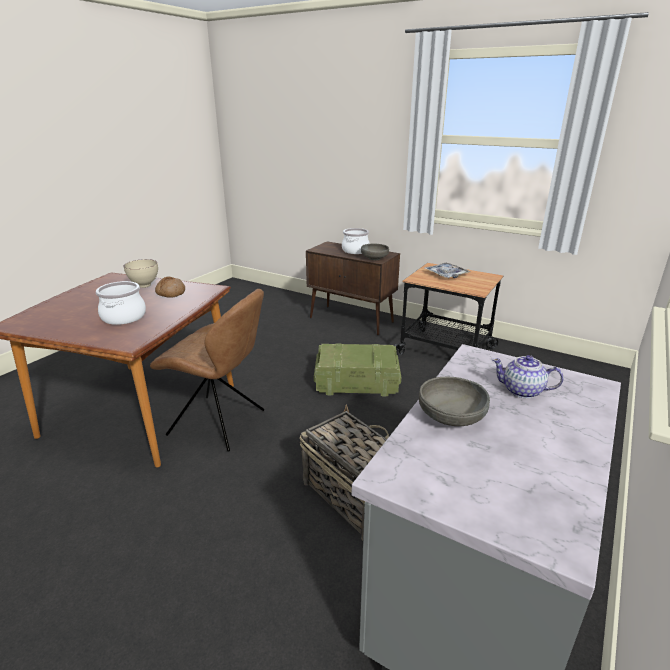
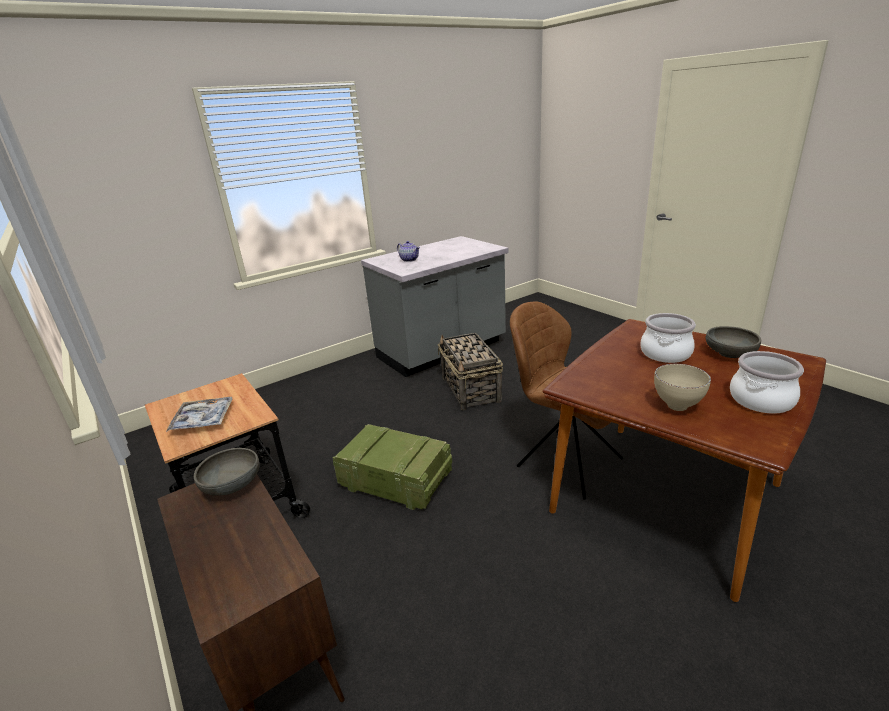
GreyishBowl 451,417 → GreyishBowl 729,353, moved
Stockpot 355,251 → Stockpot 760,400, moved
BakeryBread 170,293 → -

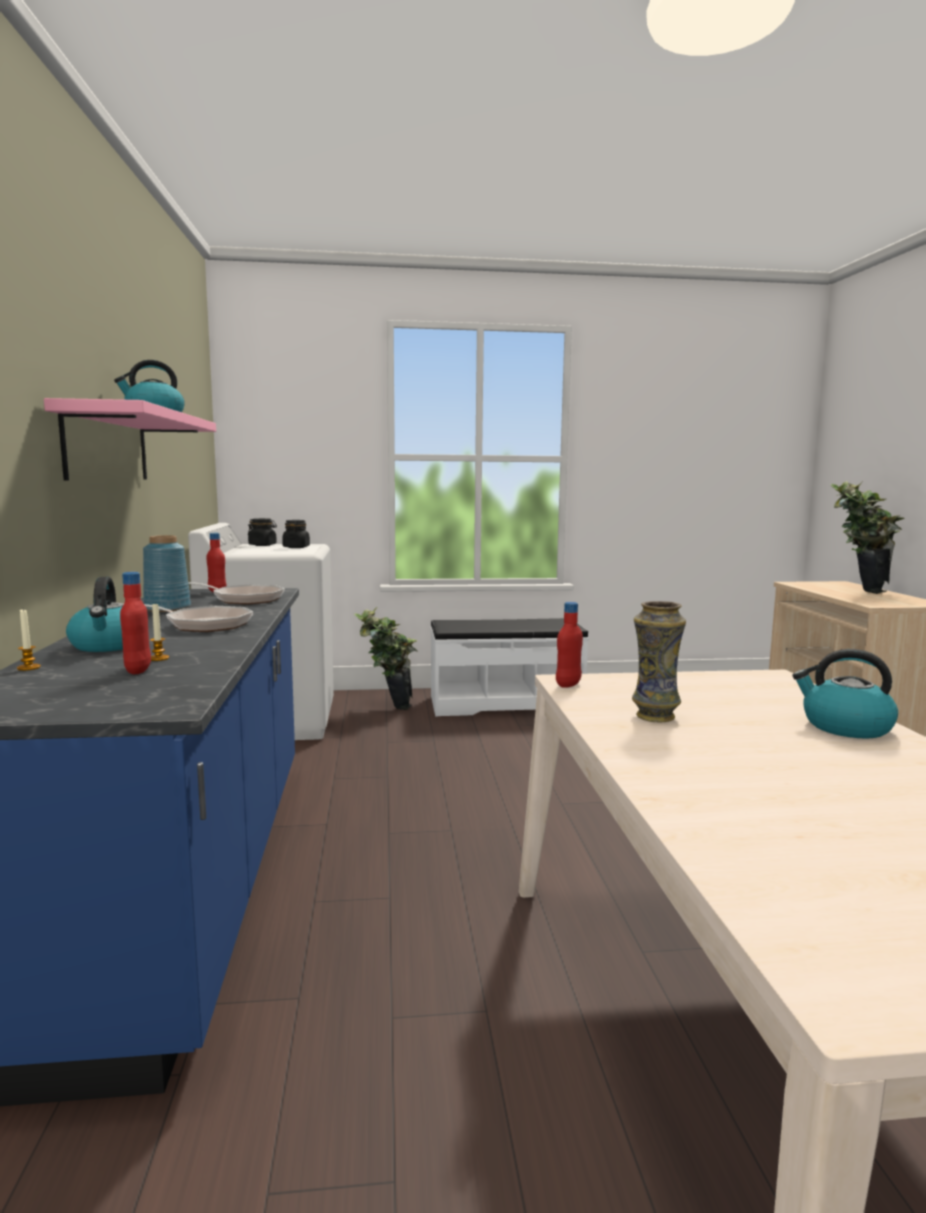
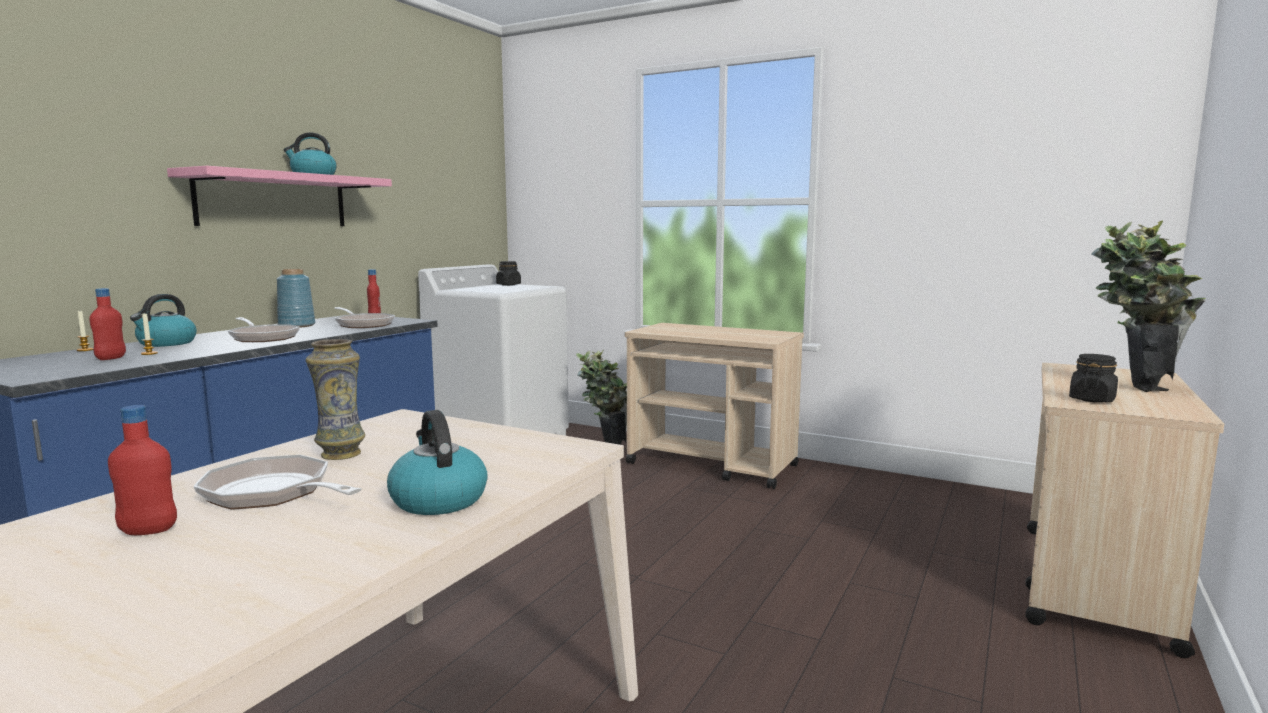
RedColouredBeverageBottle 568,684 → RedColouredBeverageBottle 148,531, moved
- → FryingPan 273,493
WhiteLongSeat 505,703 → BeigeTrolley 713,465
BlackColouredJar 296,547 → BlackColouredJar 1092,399, moved

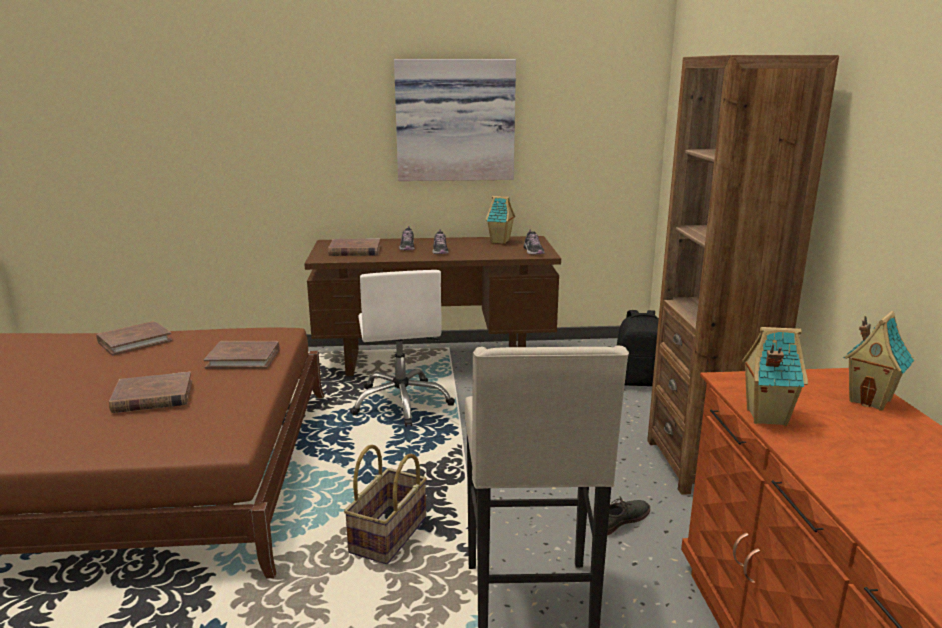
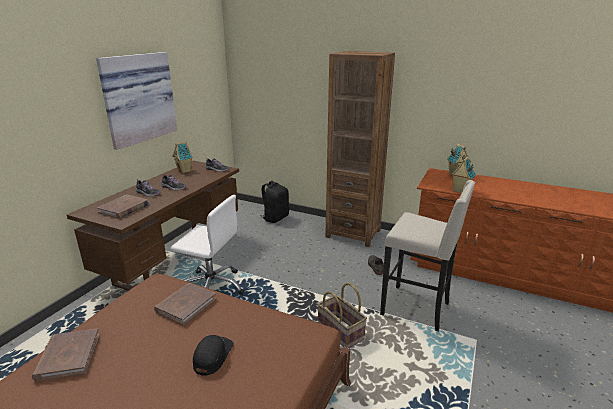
BrownColouredVolume 153,397 → BlackColouredBaseballCap 213,356

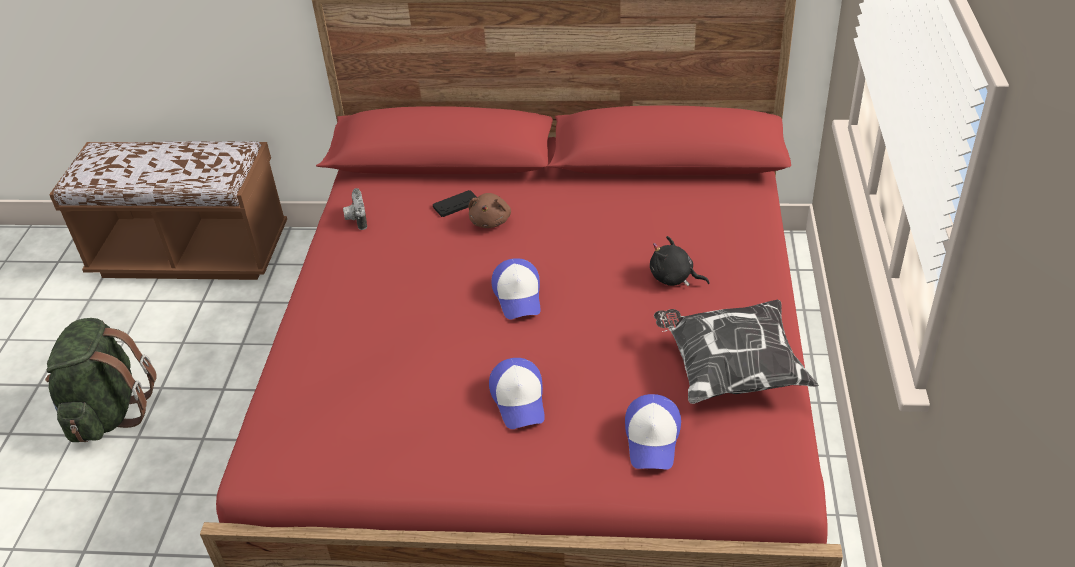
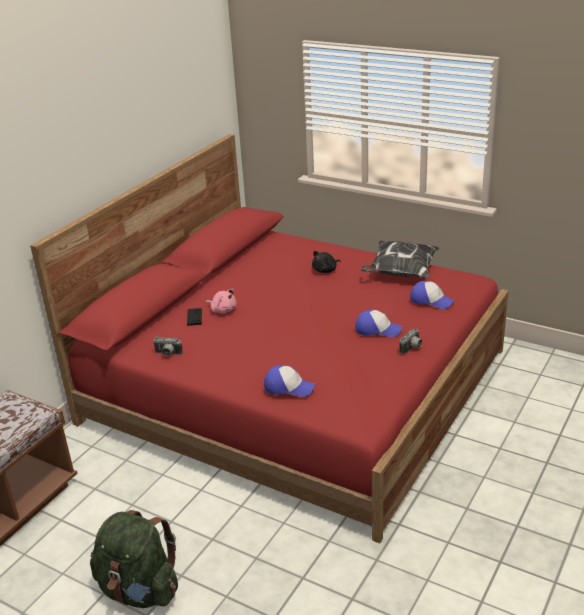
BrownColouredCuddlyToy 491,221 → PinkishCuddlyToy 223,310
BaseballCap 518,296 → BaseballCap 288,387, moved
- → PhotoCamera 412,348

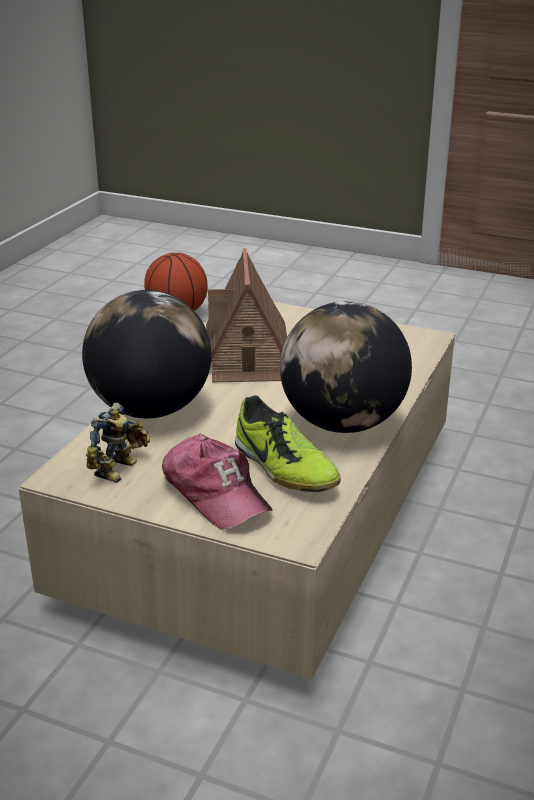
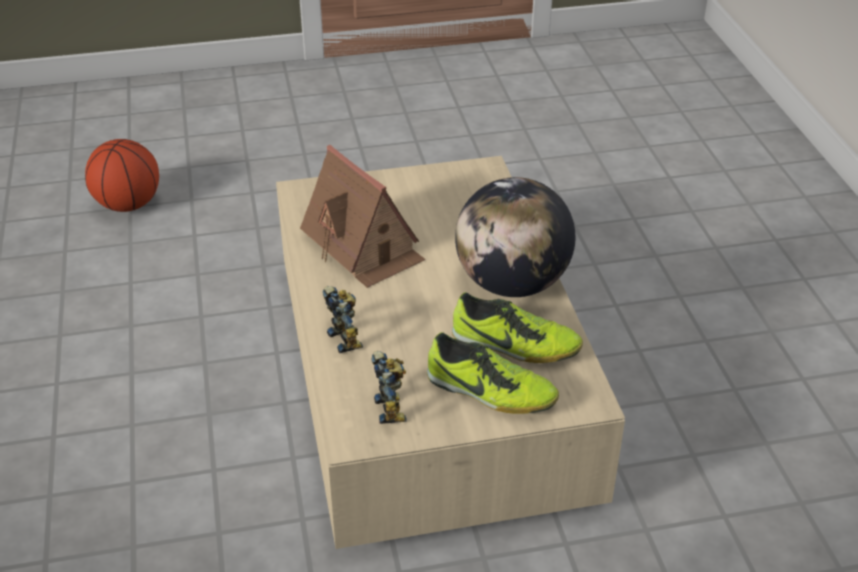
Globe 150,409 → RobotFigure 347,338
BaseballCap 215,492 → LowShoe 490,392

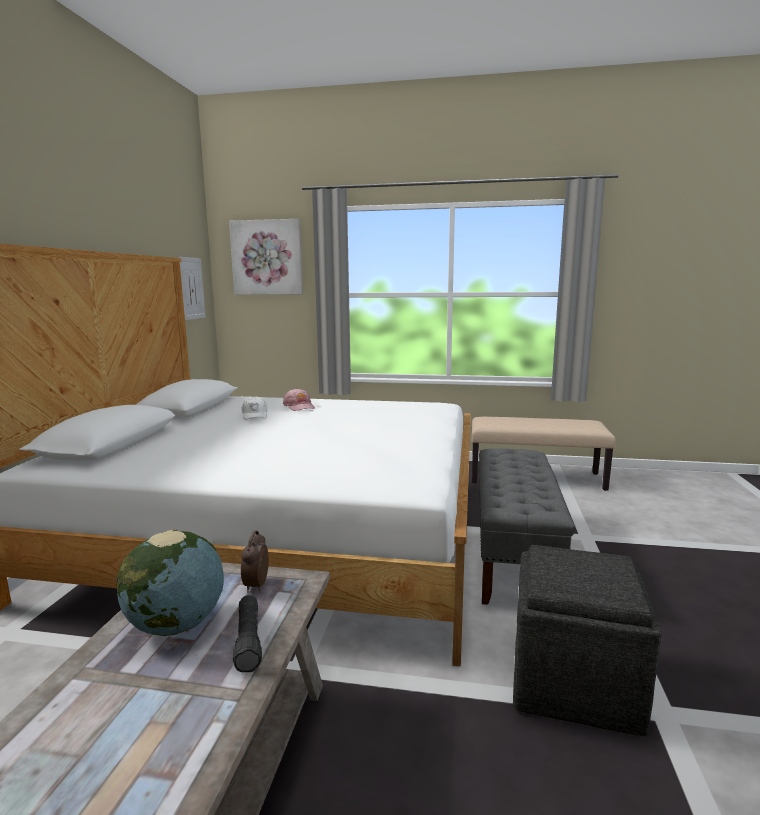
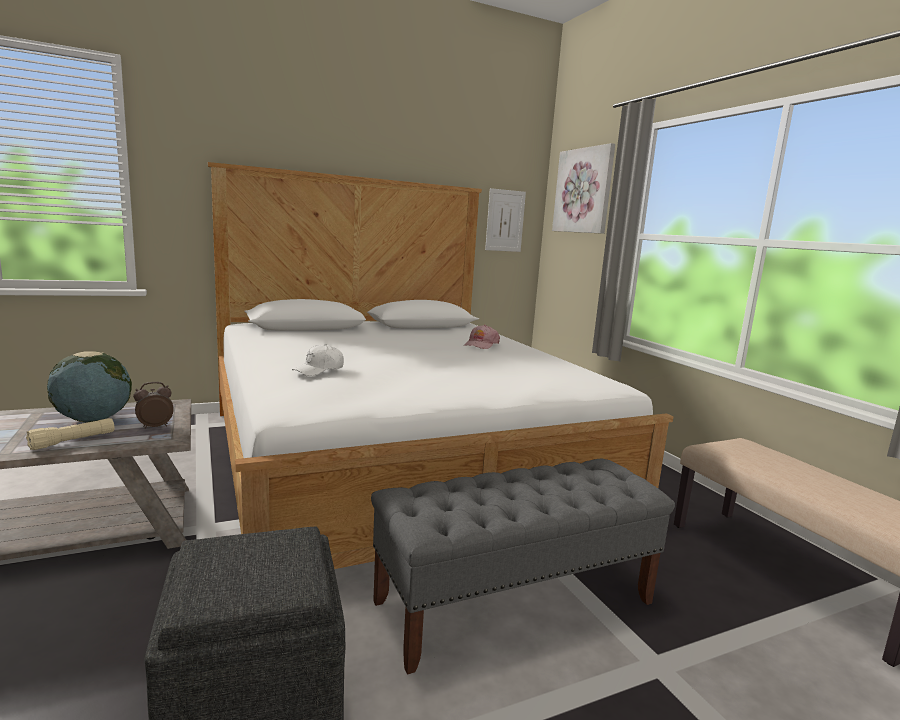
BlackColouredHandTorch 248,641 → BeigeHandTorch 73,441
WhiteBaseballCap 255,415 → WhiteBaseballCap 319,370, moved

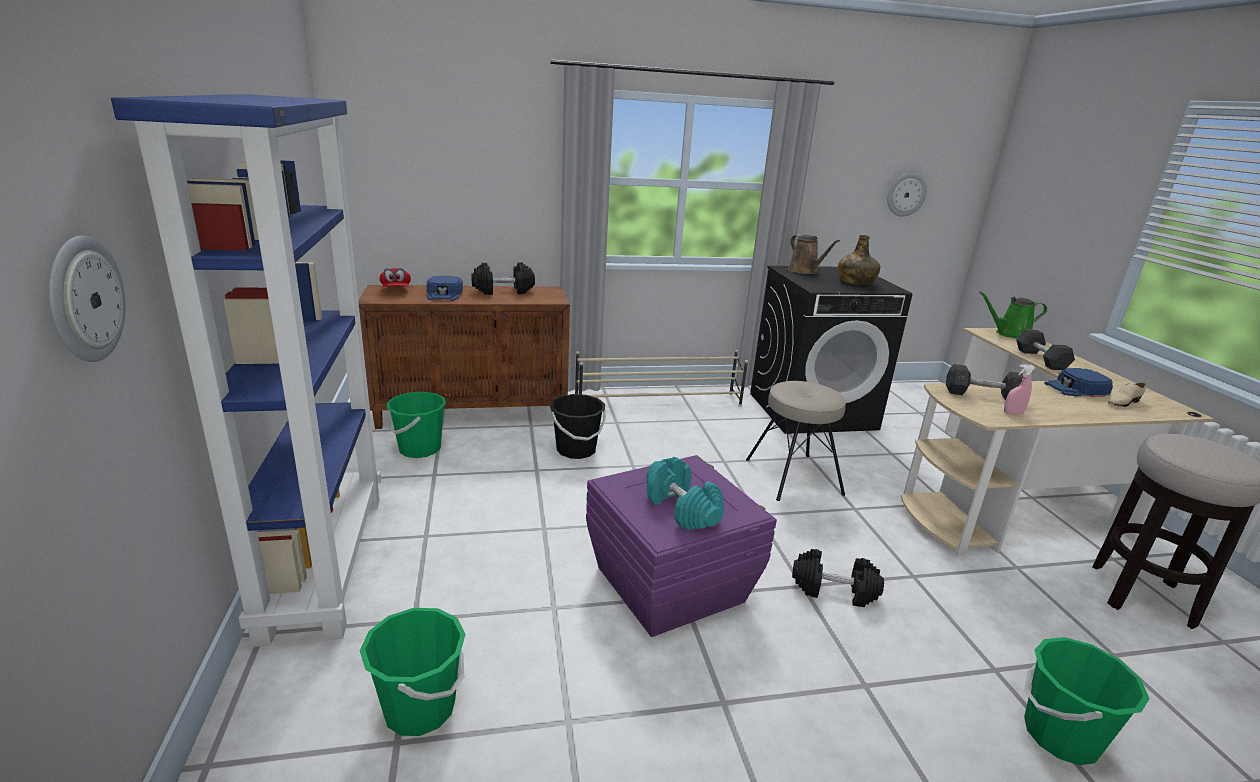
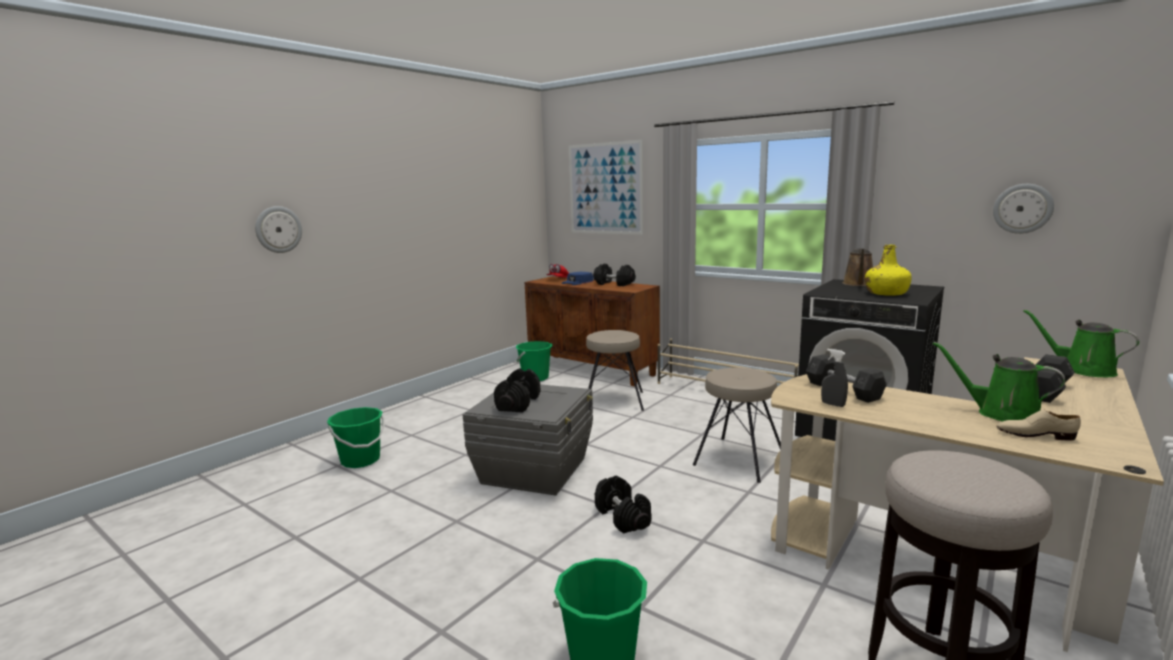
PurpleStorageContainer 670,583 → GreyishStorageContainer 535,470
TurquoiseDumbbell 681,509 → BlackColouredDumbbell 518,403
- → WallArt 605,188
BlackColouredBucket 576,450 → BeigeStool 614,400
PinkishSprayBottle 1013,413 → GreyishSprayBottle 833,404
GreenBeverageBottle 855,282 → YellowBeverageBottle 886,293
BlueBaseballCap 1076,389 → GreenWateringPot 1001,414
BlueShelvingUnit 323,561 → -

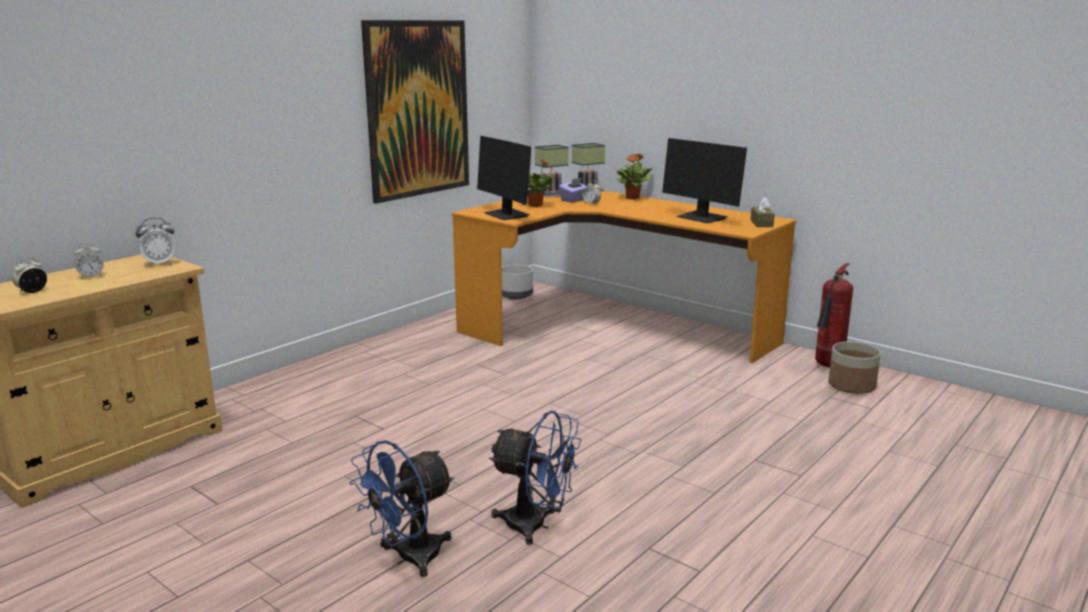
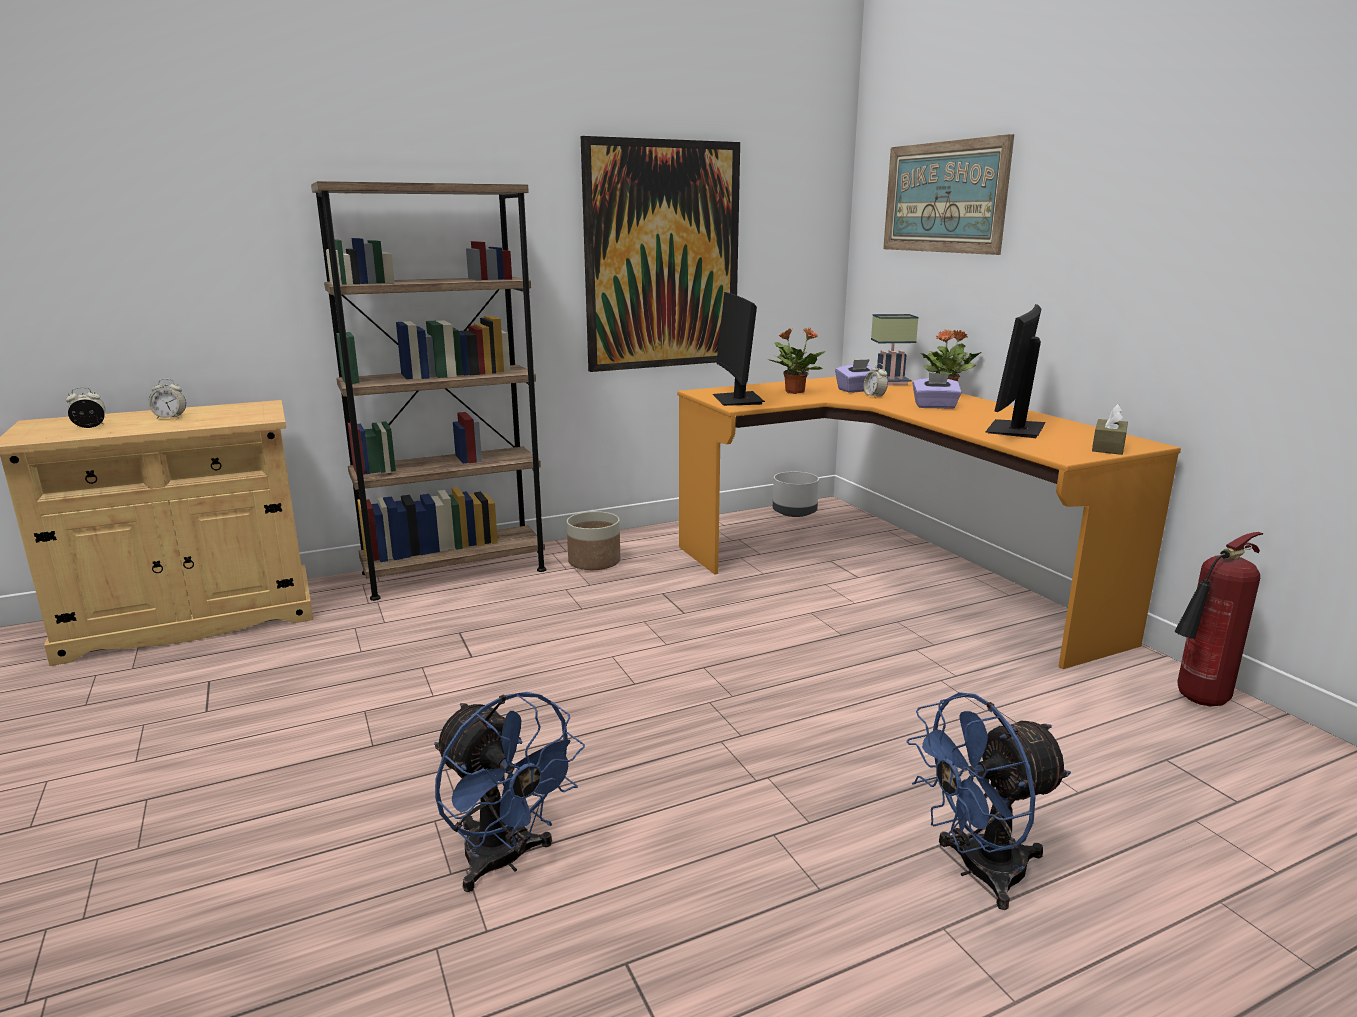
- → BrownColouredShelvingUnit 454,571
PlantPot 851,386 → PlantPot 594,562, moved
- → WallArt 943,197
BlueElectricFan 409,559 → BlueElectricFan 977,871, moved
- → PurpleBoxOfTissues 935,406
Monitor 702,218 → Monitor 1015,429, 45 degrees clockwise
TableClock 159,263 → -
LampForATable 551,195 → -

